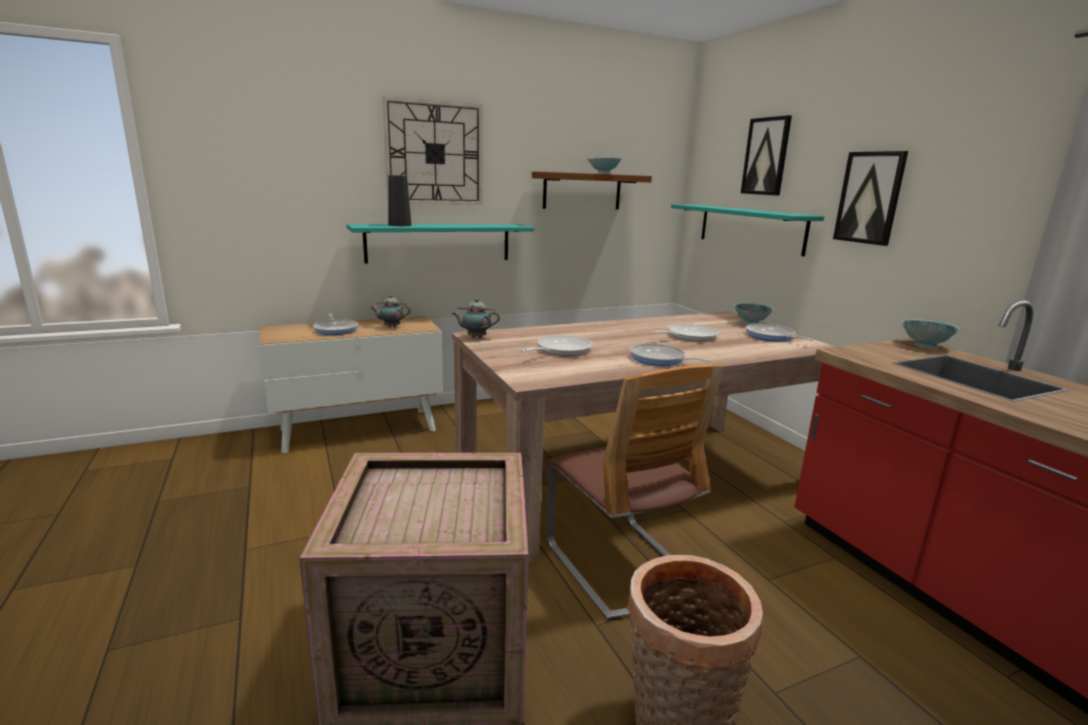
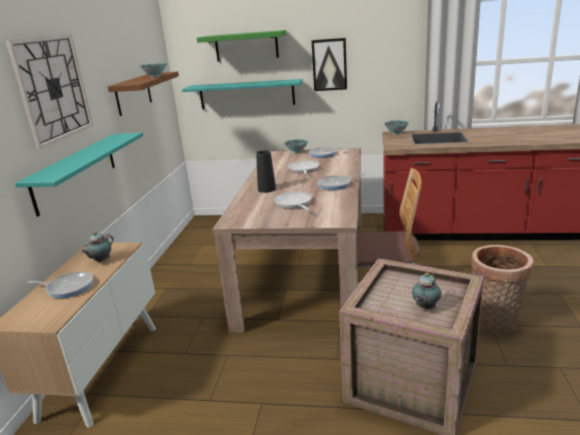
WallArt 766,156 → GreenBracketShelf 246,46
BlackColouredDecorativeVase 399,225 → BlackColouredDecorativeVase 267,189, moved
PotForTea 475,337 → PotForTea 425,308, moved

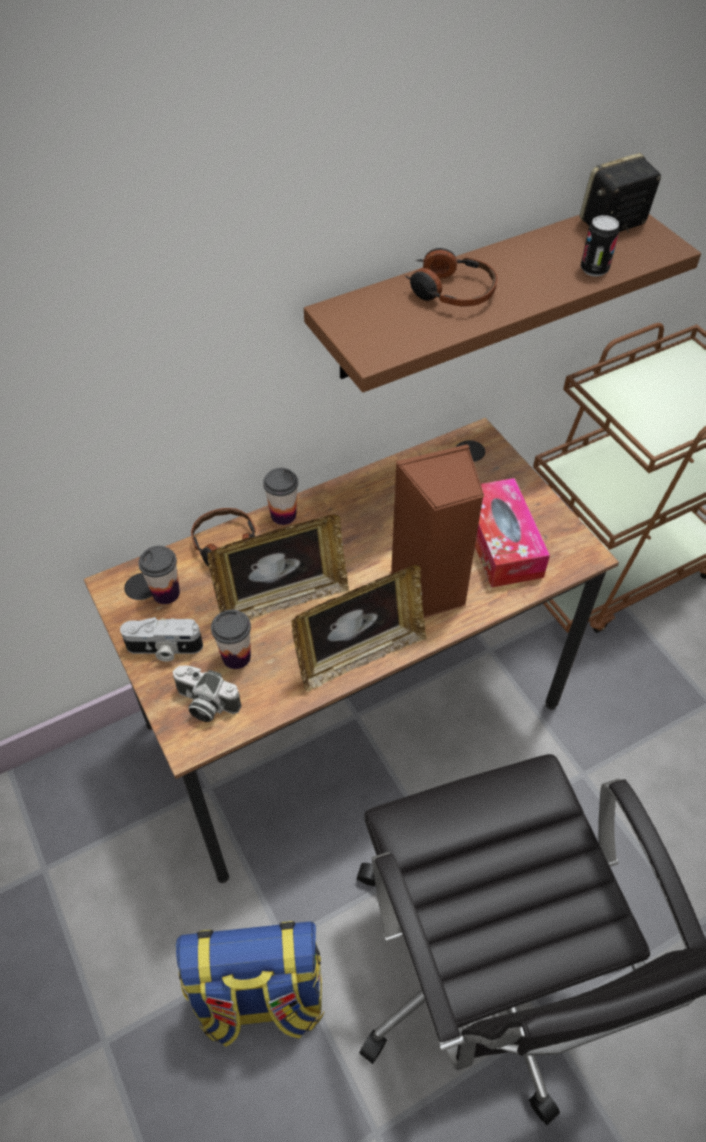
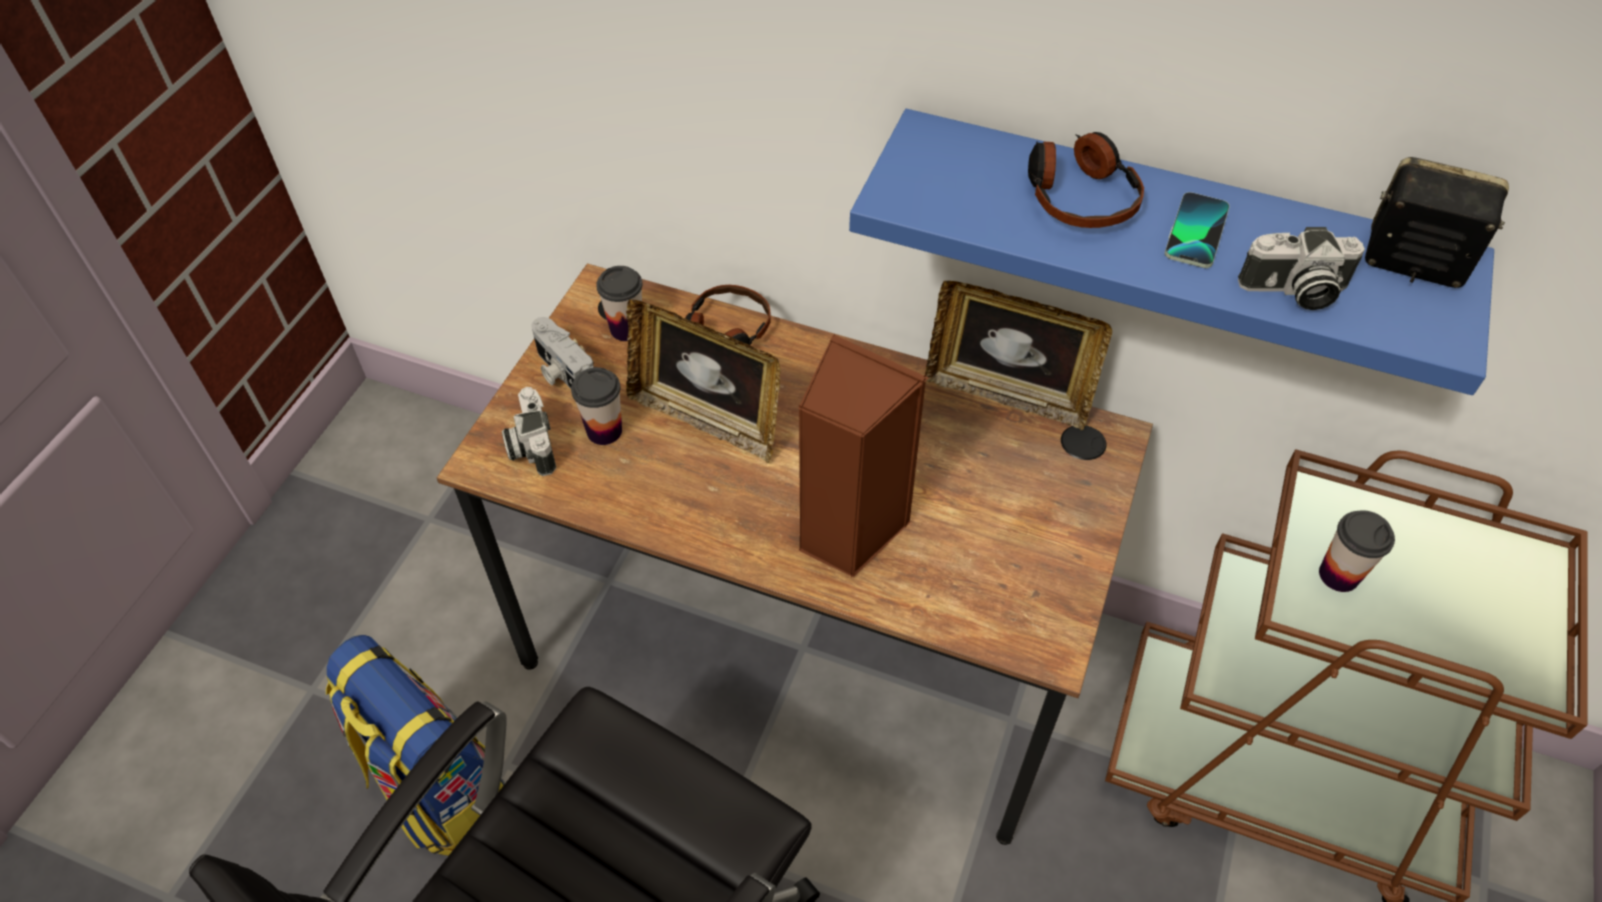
BrownColouredBracketShelf 470,291 → BlueBracketShelf 1166,231
StandingFrame 359,655 → StandingFrame 1007,393, moved
- → Handset 1196,232
SealedCan 594,269 → PhotoCamera 1293,291
SmallCup 283,515 → SmallCup 1338,575, moved
BoxOfTissues 500,542 → -

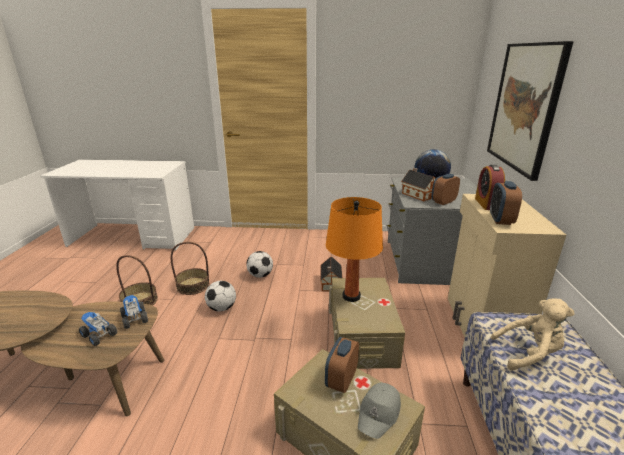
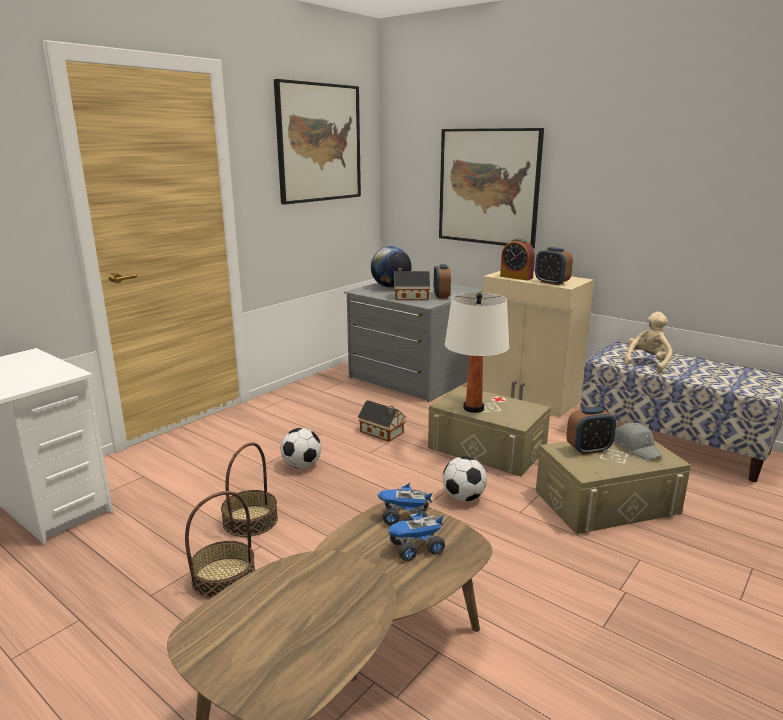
- → WallArt 319,143
Football 221,308 → Football 463,498, moved
OrangeLampForATable 351,296 → WhiteLampForATable 473,408
TableClock 341,380 → TableClock 588,449, 75 degrees counterclockwise

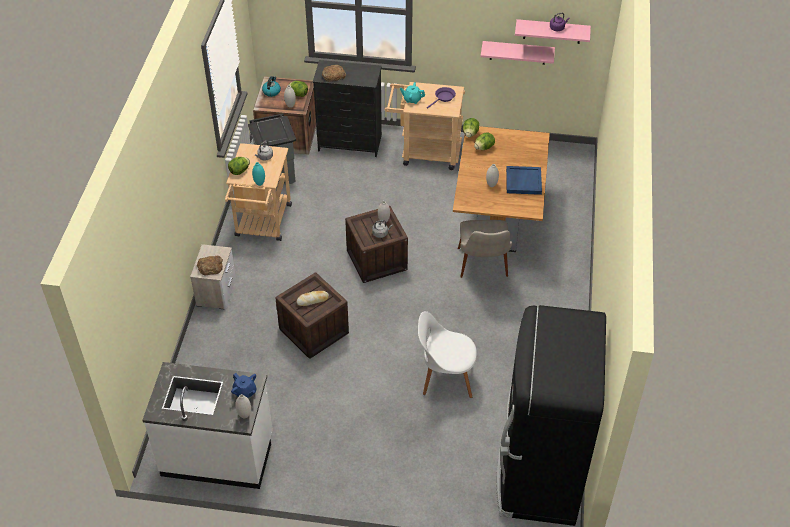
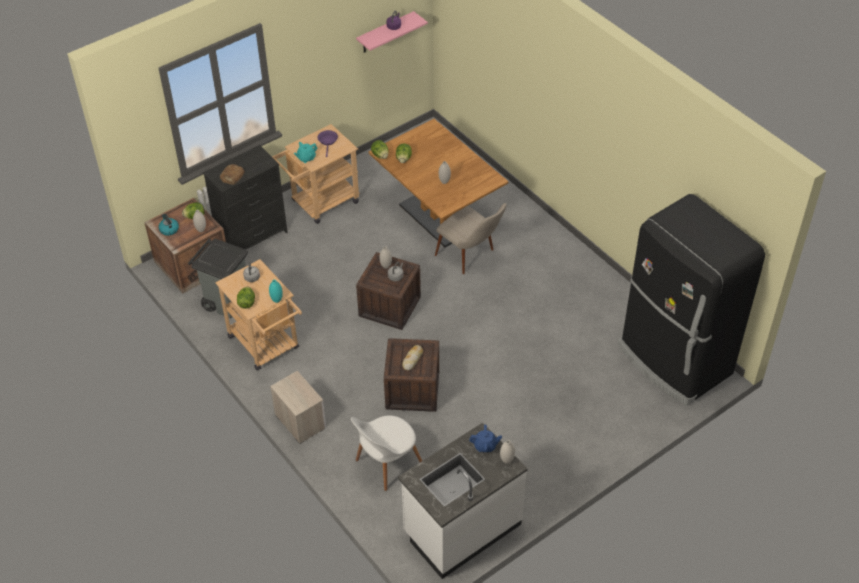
WhitePlainChair 445,377 → WhitePlainChair 386,463, moved
BakeryBread 210,267 → -
PinkishBracketShelf 517,52 → -
BlueTray 523,181 → -

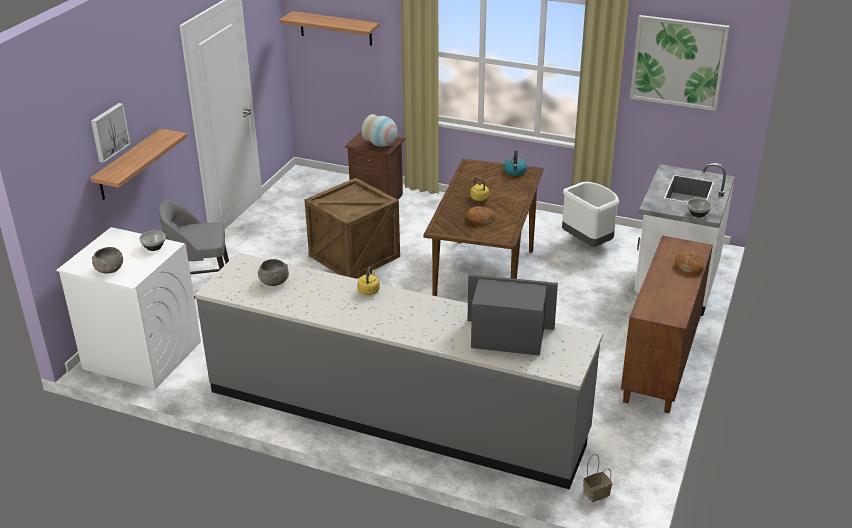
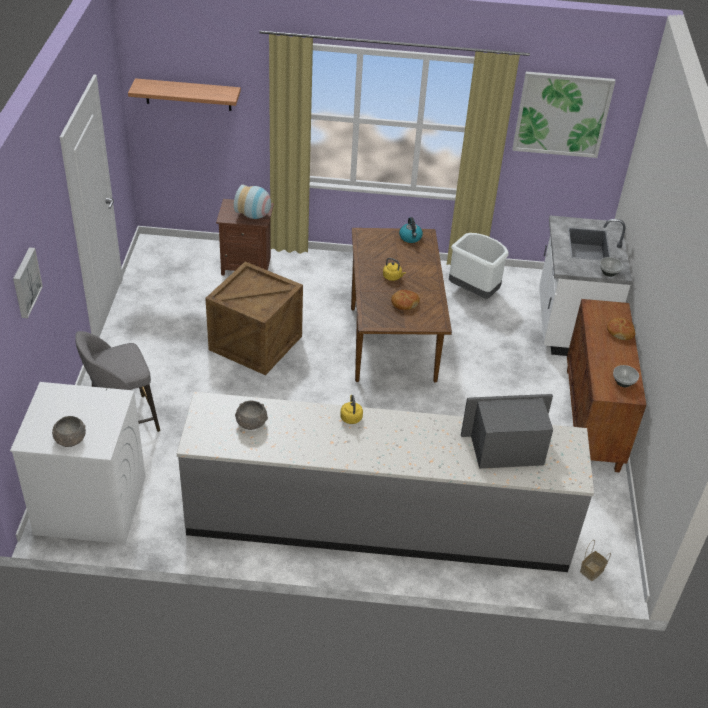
Bowl 154,247 → Bowl 623,382, moved
BracketShelf 129,165 → -

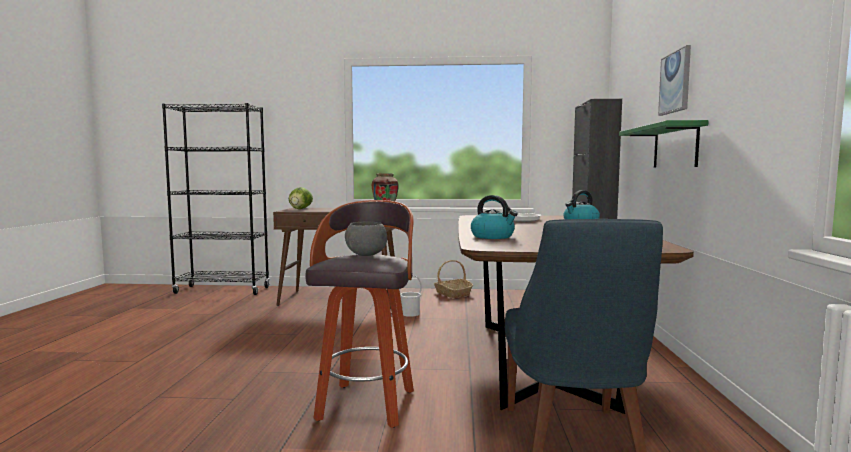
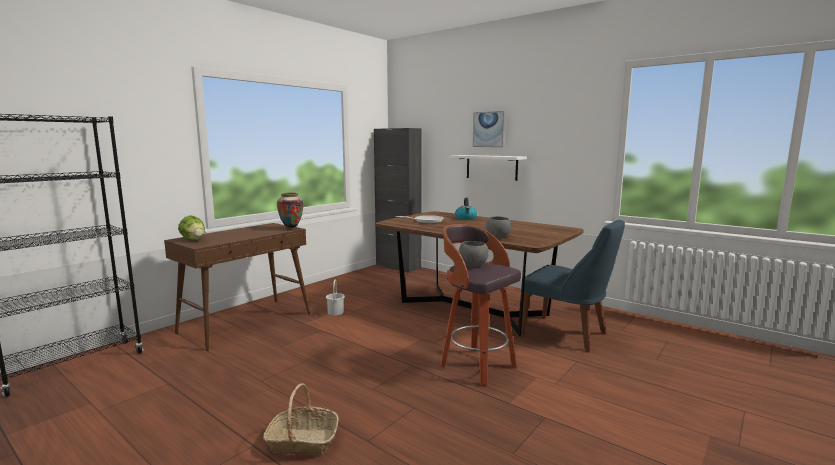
Basket 452,293 → Basket 302,441, moved
GreenBracketShelf 675,146 → WhiteBracketShelf 491,167
TeaKettle 493,236 → GreyishBowl 497,237

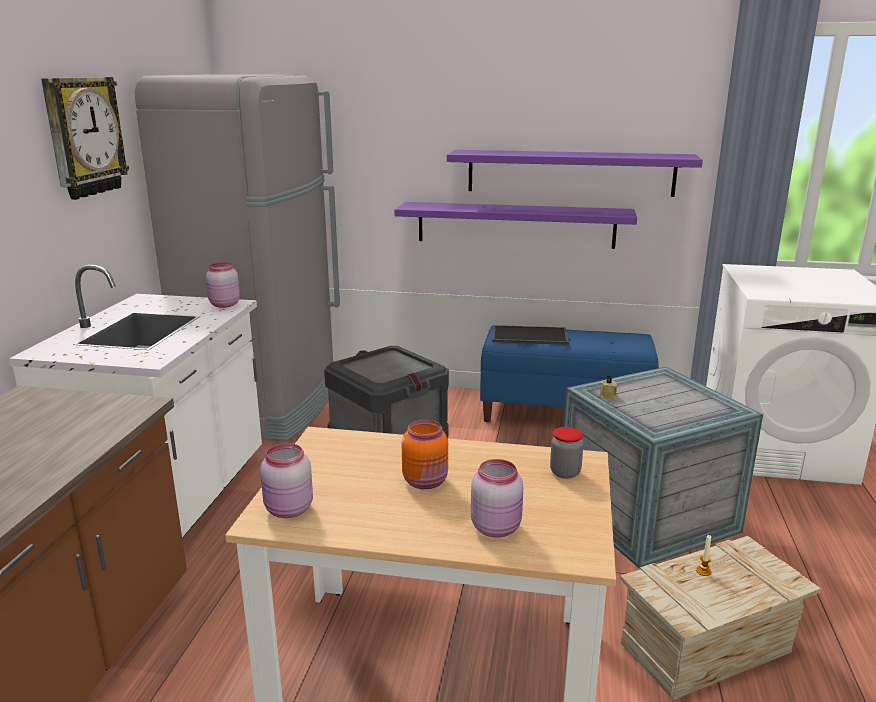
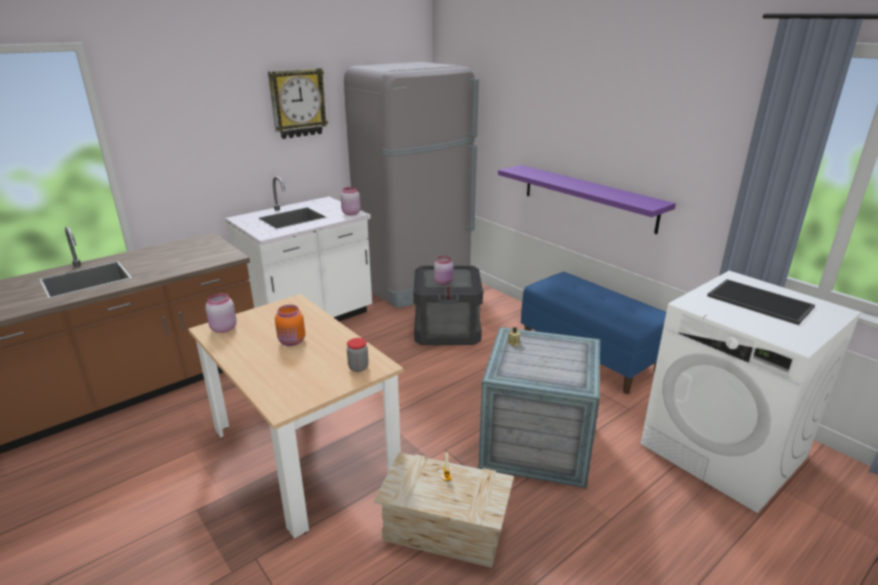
PinkishJar 496,527 → PinkishJar 444,282, moved
Tray 529,336 → Tray 758,302, moved
PurpleBracketShelf 570,173 → -

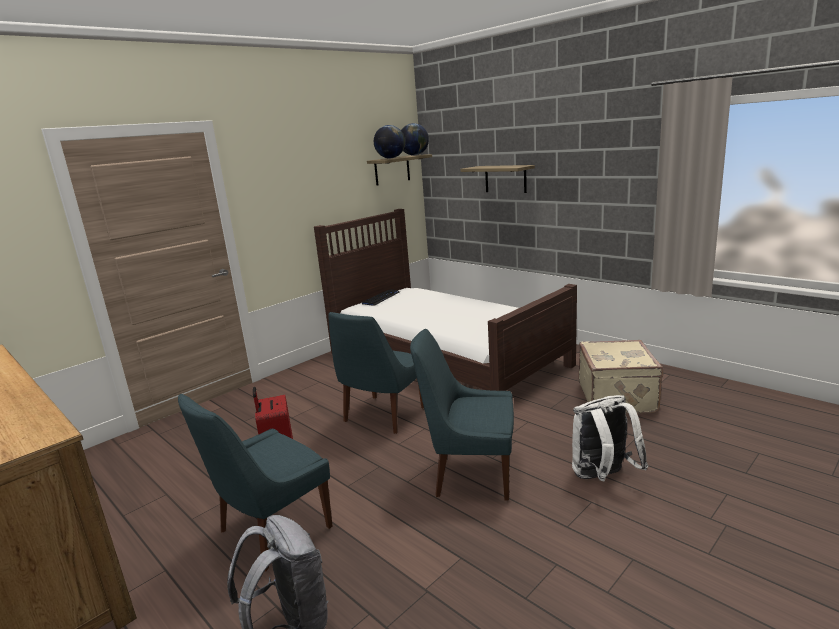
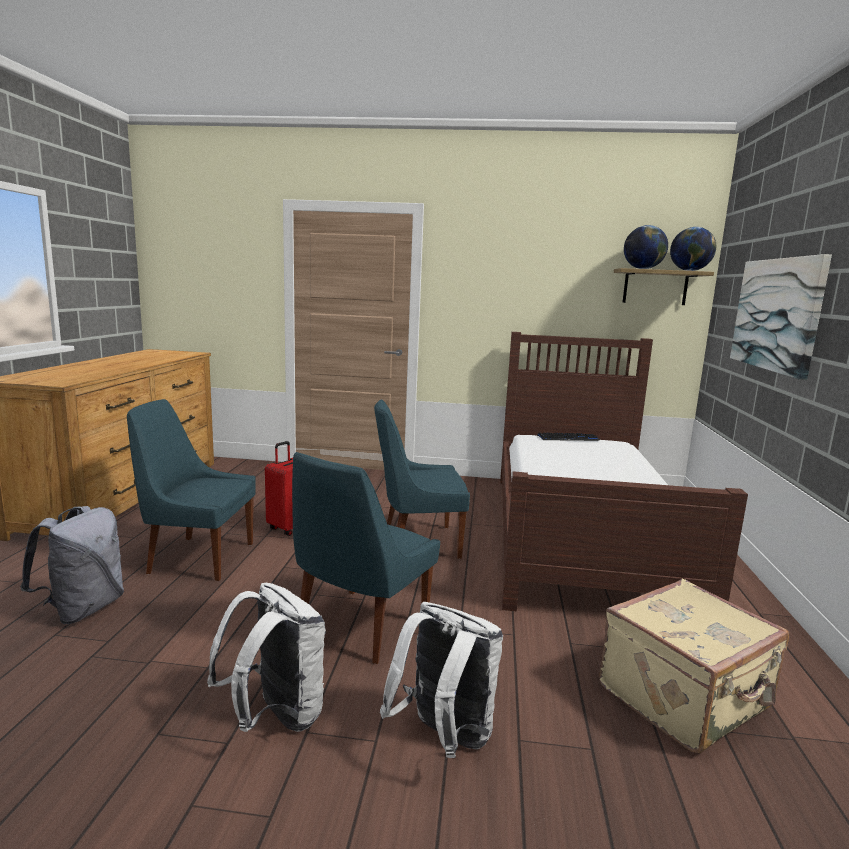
- → WhiteKnapsack 275,716
BluePlainChair 470,474 → BluePlainChair 359,627, 120 degrees counterclockwise
BracketShelf 505,179 → WallArt 776,314

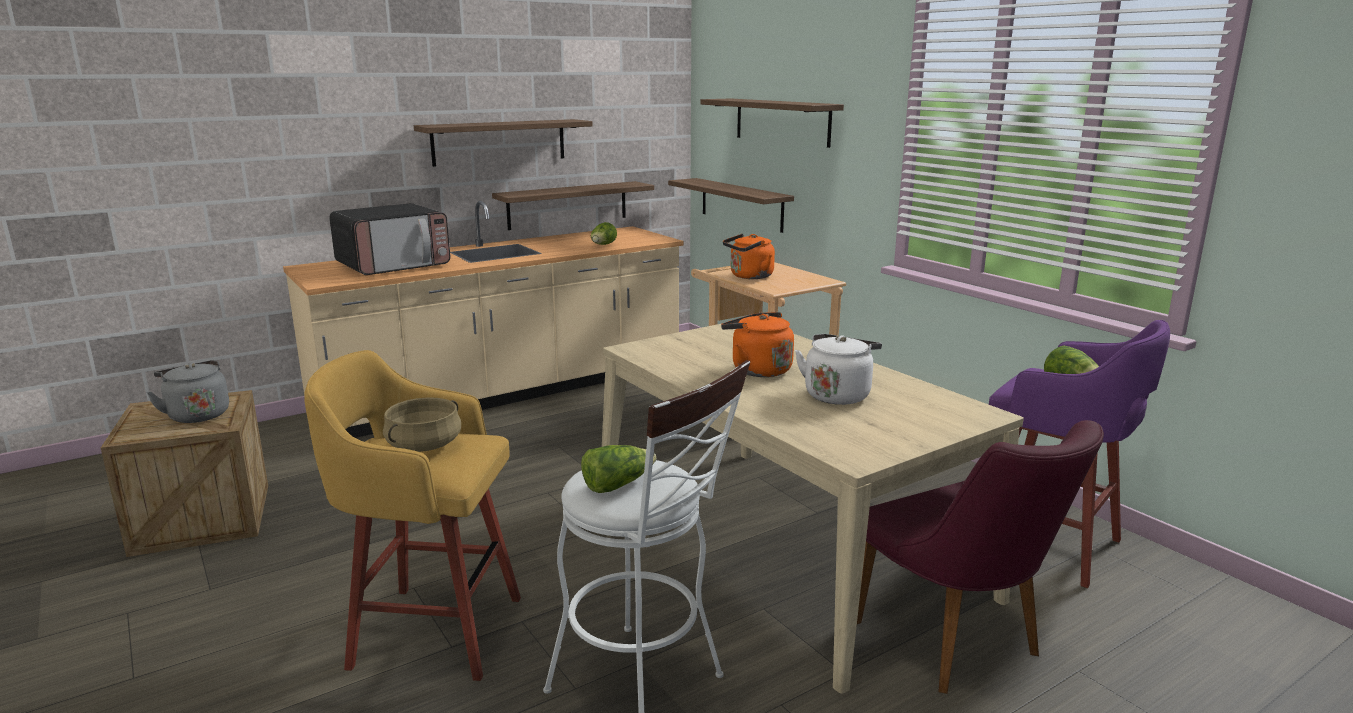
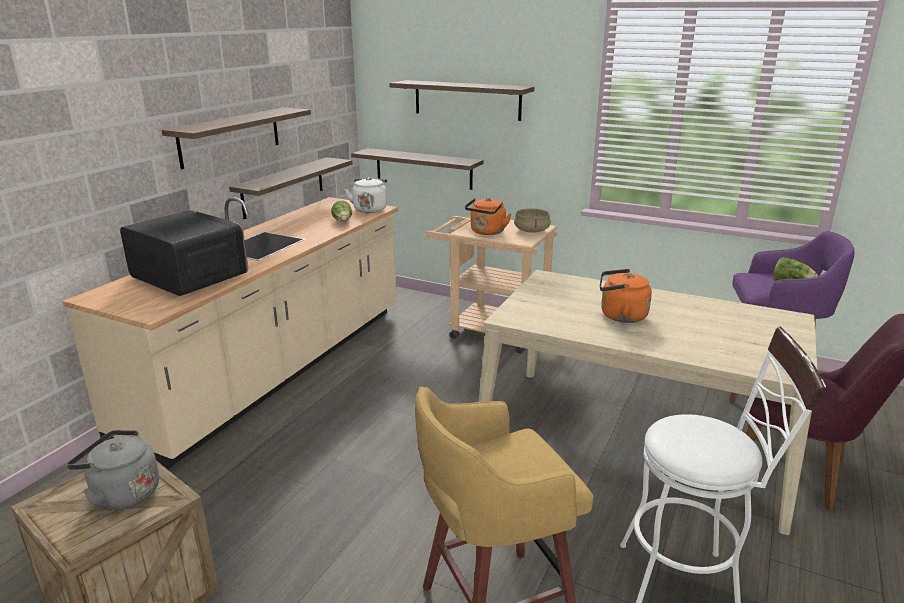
KitchenMicrowave 394,265 → KitchenMicrowave 189,277, 75 degrees counterclockwise
WhiteTeaKettle 838,395 → WhiteTeaKettle 370,209, moved
BeigeStockpot 424,446 → BeigeStockpot 532,231, moved
LettuceHead 617,485 → -

